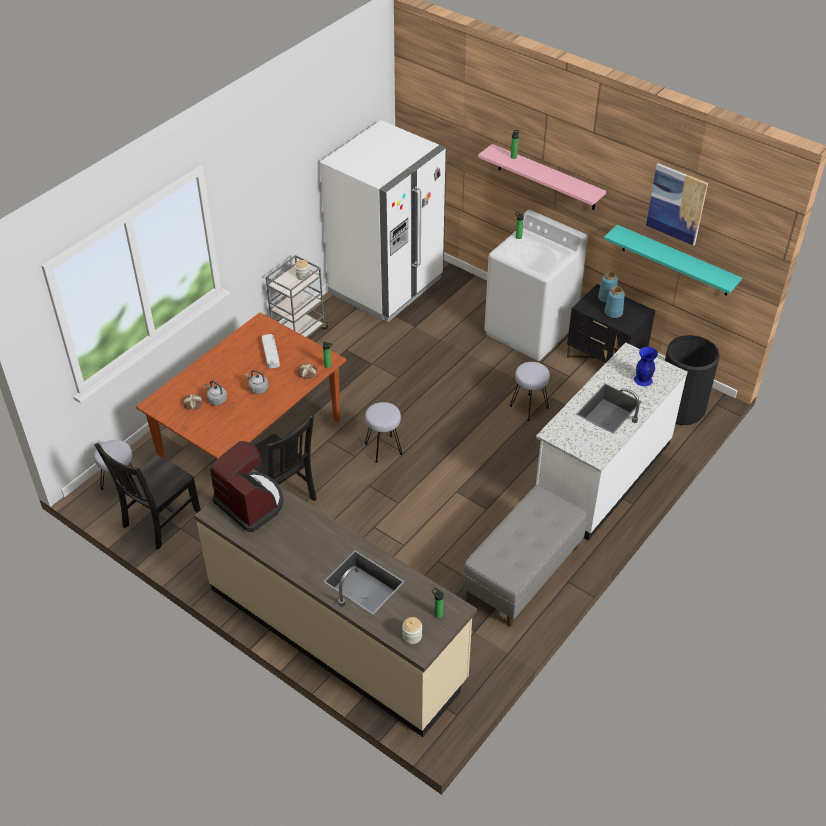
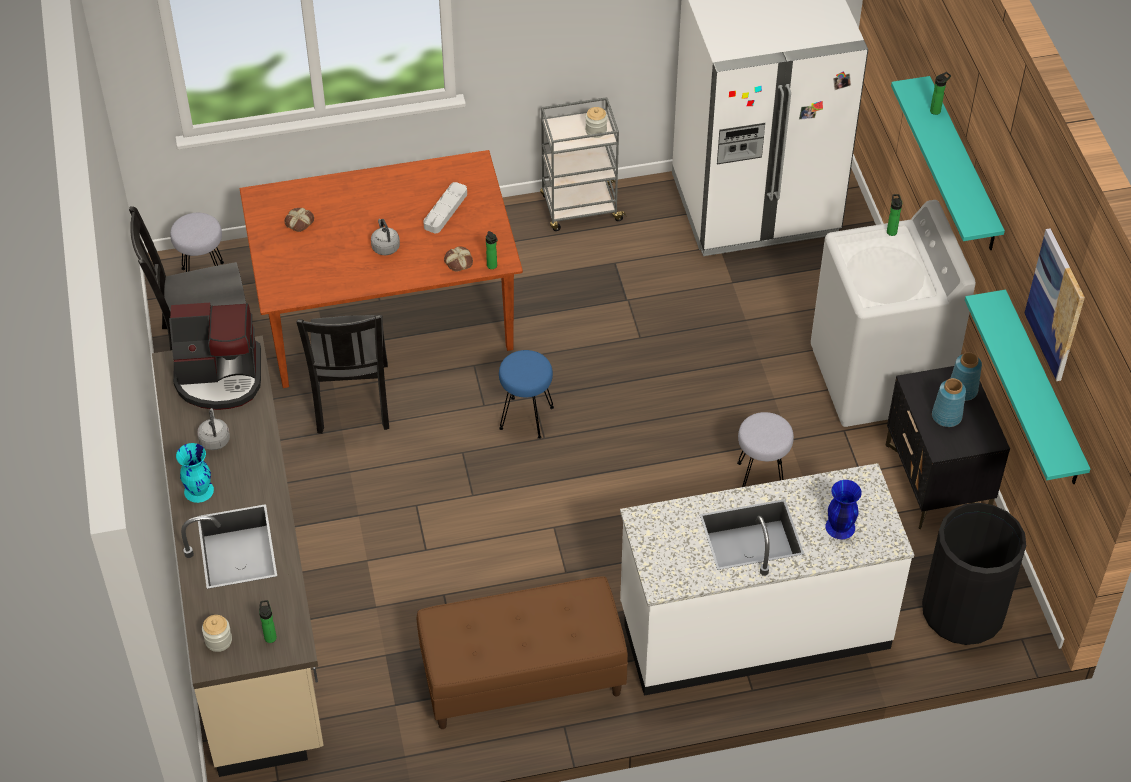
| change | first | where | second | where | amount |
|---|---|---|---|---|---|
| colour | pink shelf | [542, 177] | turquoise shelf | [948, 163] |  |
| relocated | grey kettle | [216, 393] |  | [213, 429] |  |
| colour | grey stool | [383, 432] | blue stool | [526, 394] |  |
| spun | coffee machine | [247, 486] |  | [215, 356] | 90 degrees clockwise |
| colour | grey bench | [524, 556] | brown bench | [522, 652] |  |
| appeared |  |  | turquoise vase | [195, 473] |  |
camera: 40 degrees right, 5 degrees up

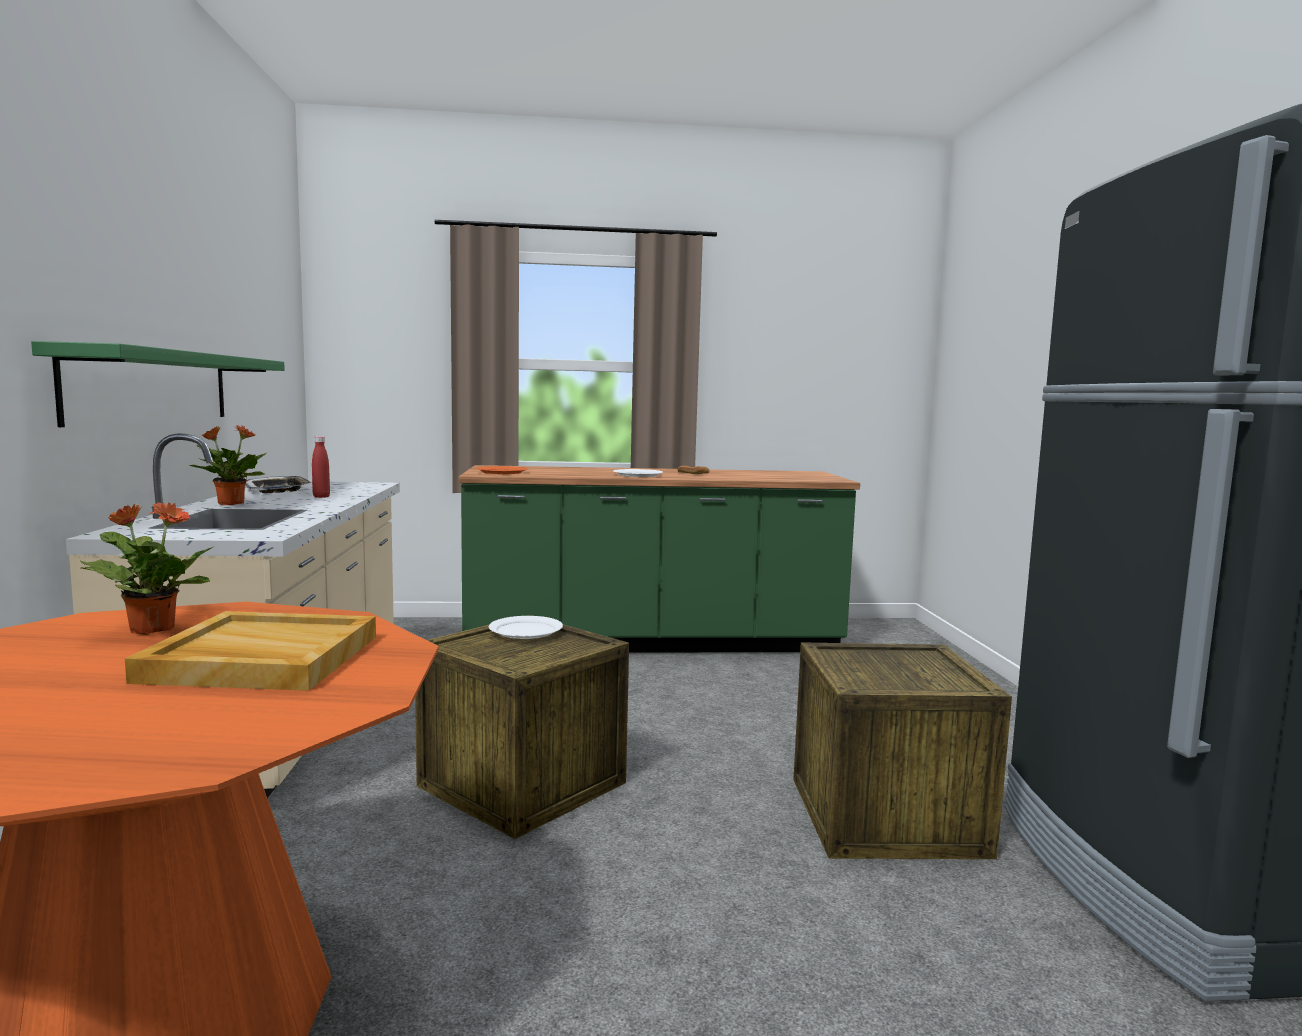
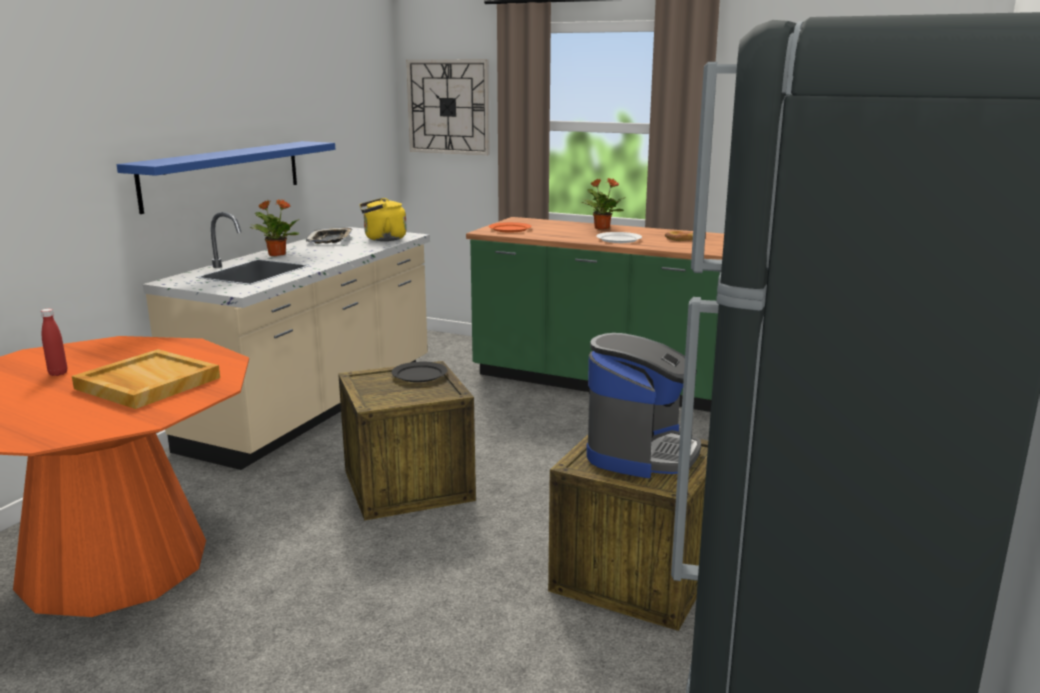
| change | first | where | second | where | amount |
|---|---|---|---|---|---|
| colour | green shelf | [158, 384] | blue shelf | [226, 177] |  |
| relocated | red bottle | [321, 467] |  | [54, 342] |  |
| relocated | potted plant | [148, 568] |  | [603, 204] |  |
| colour | white plate | [526, 627] | black plate | [419, 372] |  |
| appeared |  |  | wall clock | [448, 107] |  |
| appeared |  |  | yellow kettle | [383, 219] |  |
| appeared |  |  | coffee machine | [643, 405] |  |
camera: 30 degrees right, 10 degrees up

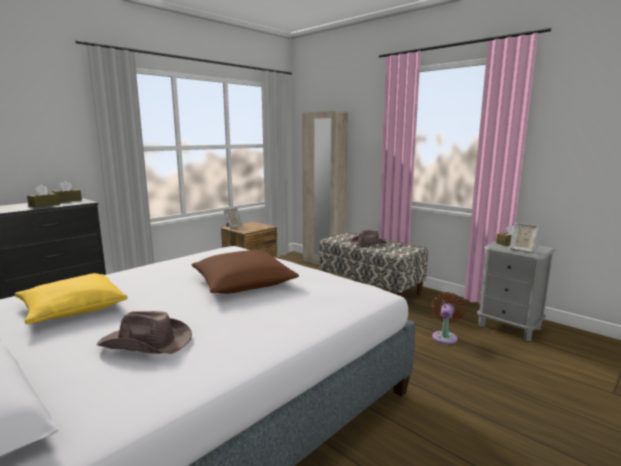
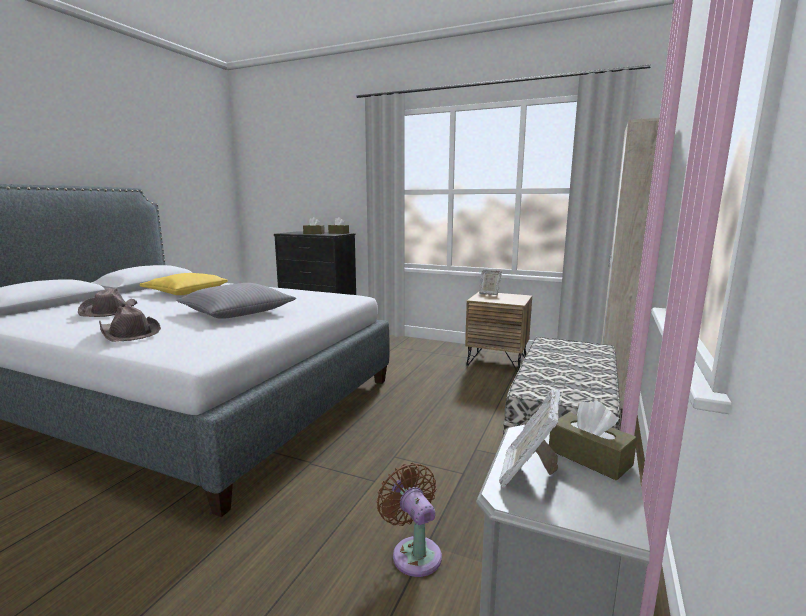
| change | first | where | second | where | amount |
|---|---|---|---|---|---|
| relocated | brown hat | [368, 237] |  | [130, 324] |  |
| colour | brown pillow | [245, 272] | grey pillow | [236, 301] |  |
| spun | brown fan | [448, 318] |  | [409, 520] | 120 degrees counterclockwise |
camera: 70 degrees right, 0 degrees up

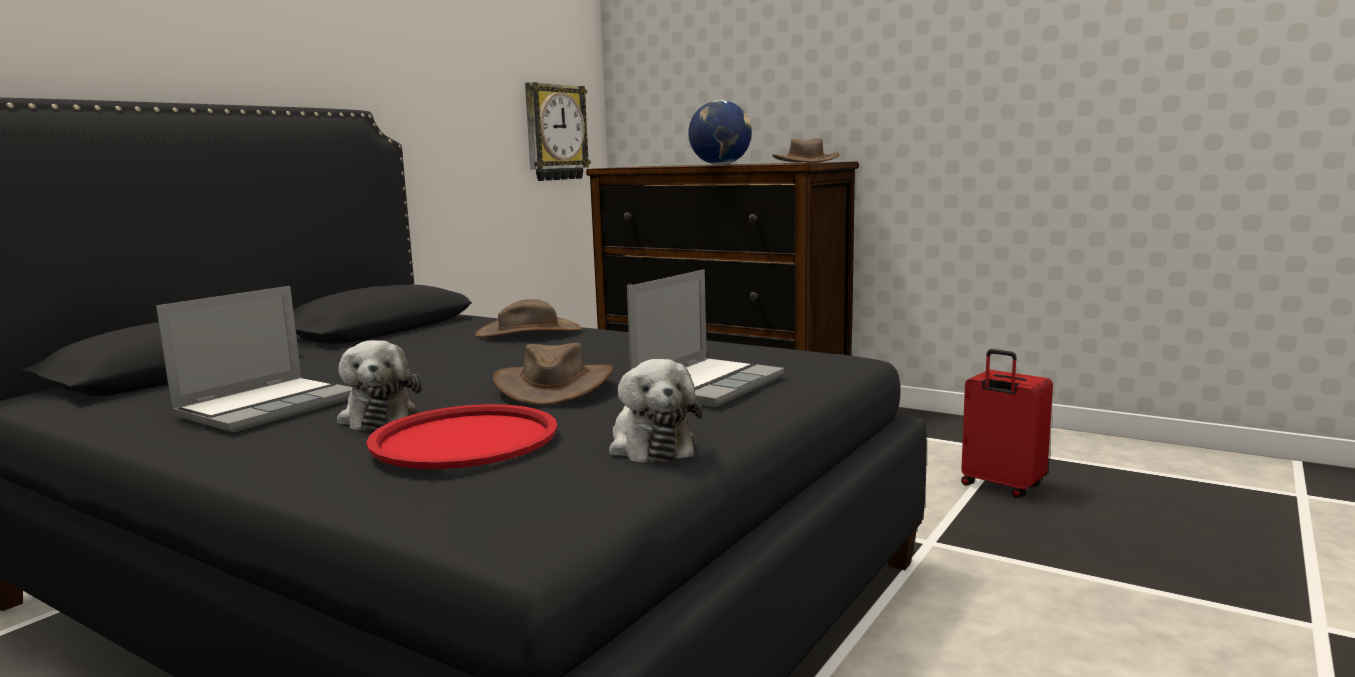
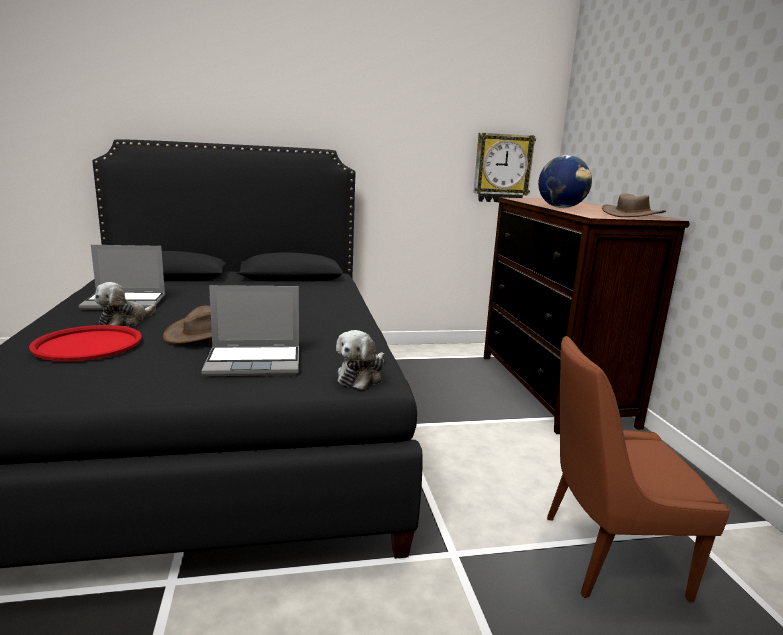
| change | first | where | second | where | amount |
|---|---|---|---|---|---|
| missing | brown hat | [528, 318] |  |  |  |
| exchanged | red suitcase | [1007, 423] | brown chair | [638, 469] |  |
| relocated | plush toy | [655, 411] |  | [360, 360] |  |
camera: 45 degrees right, 5 degrees up

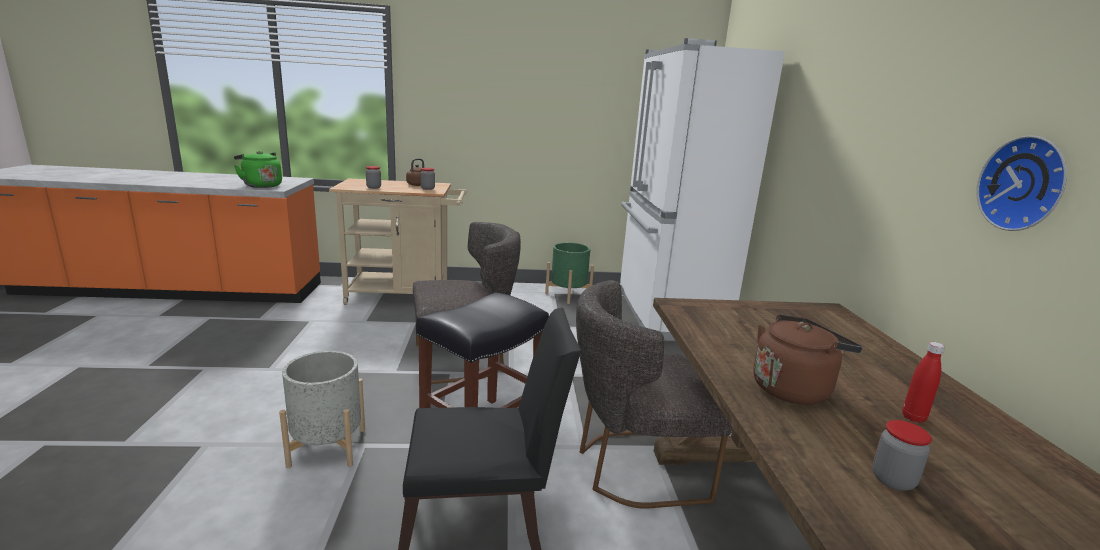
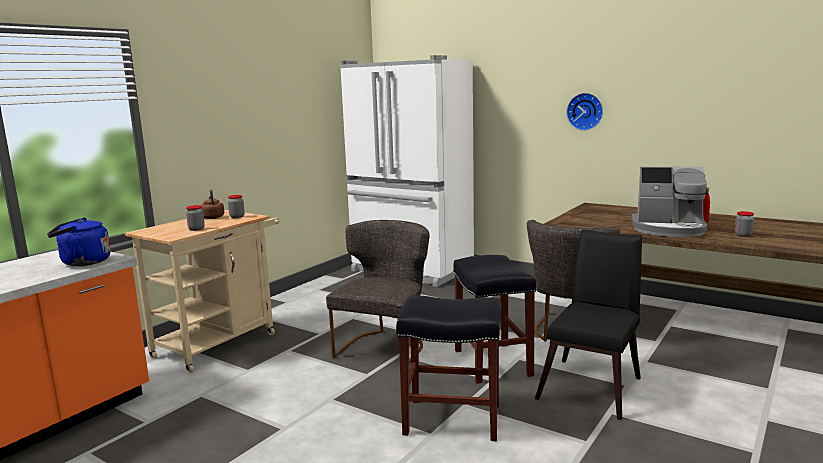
| change | first | where | second | where | amount |
|---|---|---|---|---|---|
| relocated | wall clock | [1021, 183] |  | [584, 112] |  |
| colour | green kettle | [258, 169] | blue kettle | [79, 241] |  |
| missing | green planter | [569, 273] |  |  |  |
| exchanged | brown kettle | [808, 359] | coffee machine | [669, 201] |  |
| exchanged | grey planter | [322, 409] | black stool | [448, 368] |  |
camera: 50 degrees left, 5 degrees down

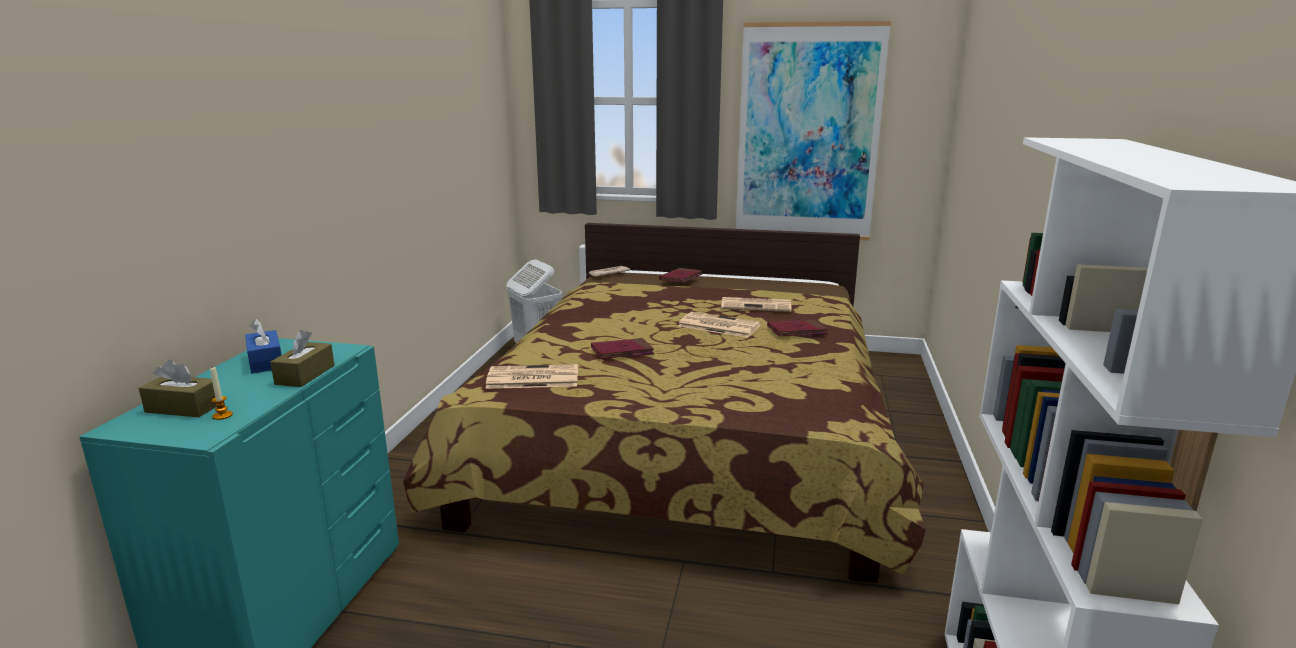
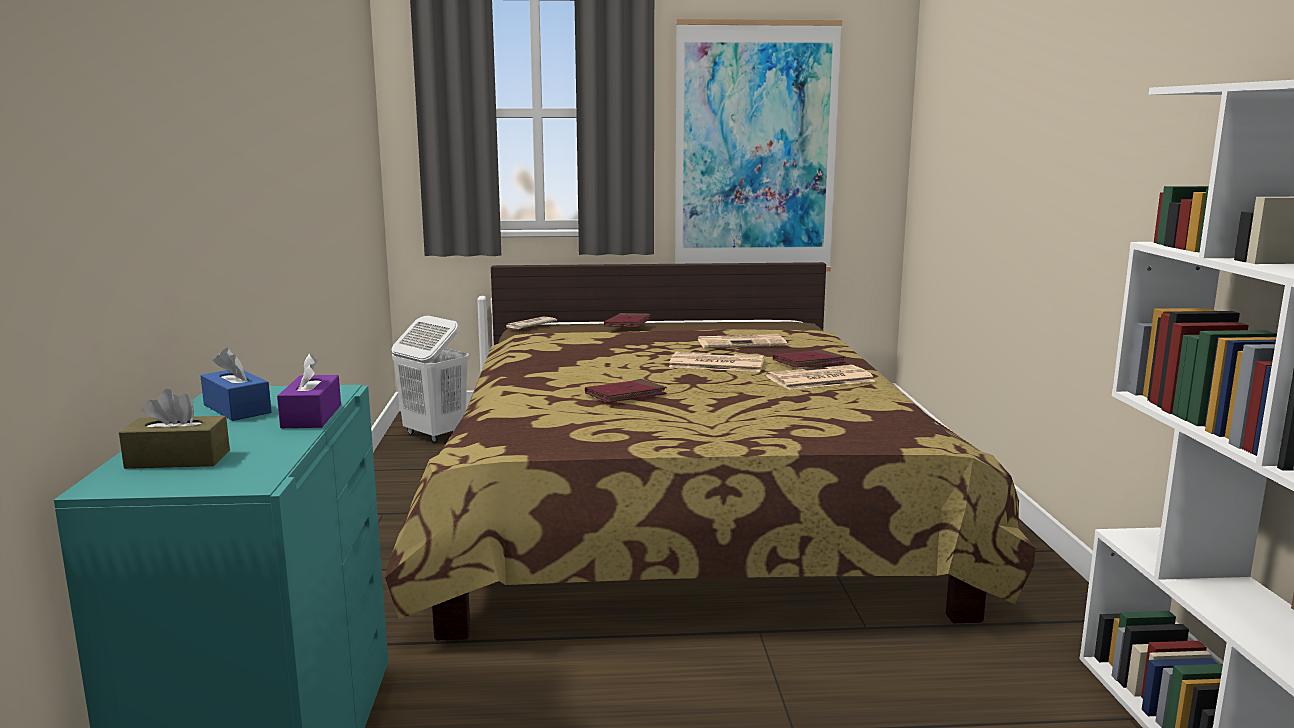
| change | first | where | second | where | amount |
|---|---|---|---|---|---|
| colour | brown tissue box | [302, 358] | purple tissue box | [309, 390] |  |
| relocated | newspaper | [531, 376] |  | [820, 377] |  |
| missing | candle | [221, 393] |  |  |  |
camera: 15 degrees left, 5 degrees down

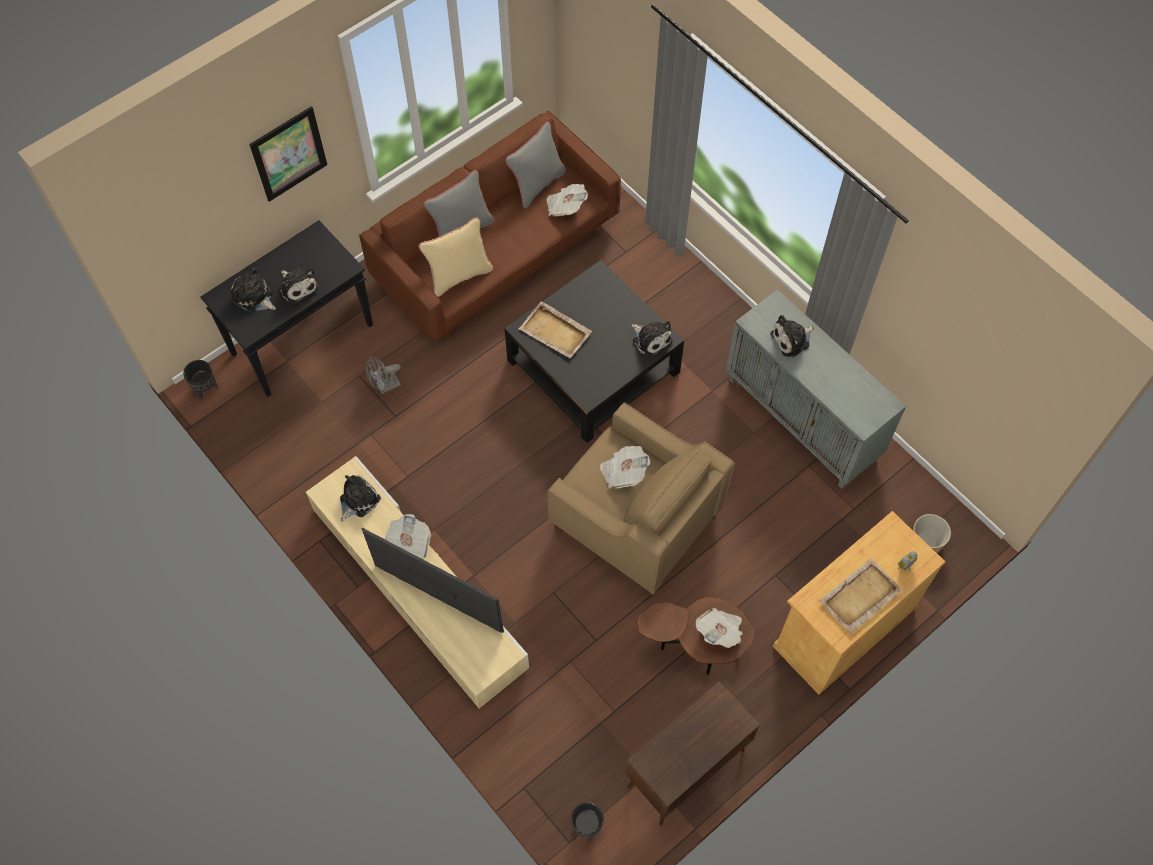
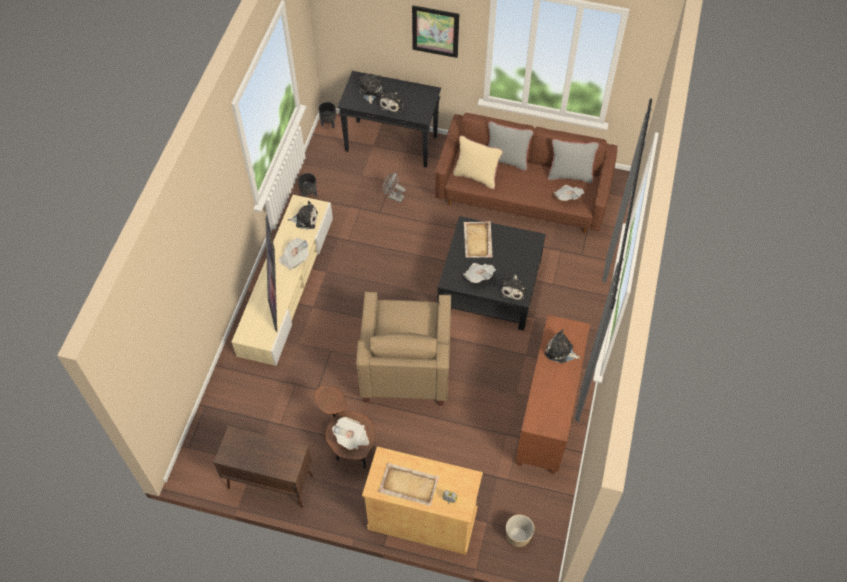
| change | first | where | second | where | amount |
|---|---|---|---|---|---|
| colour | grey cabinet | [816, 389] | brown cabinet | [552, 394] |  |
| relocated | newspaper | [625, 467] |  | [479, 273] |  |
| relocated | black planter | [587, 821] |  | [307, 185] |  |
camera: 55 degrees right, 5 degrees down

